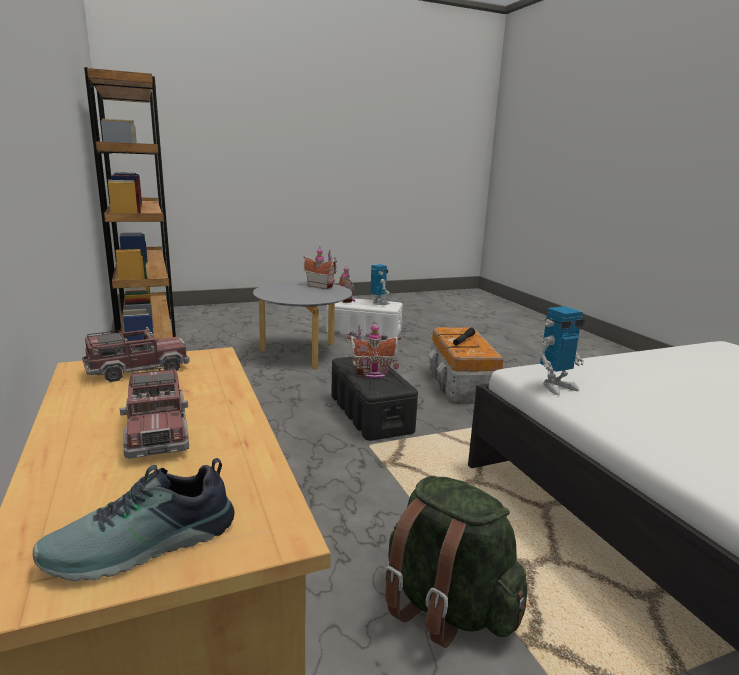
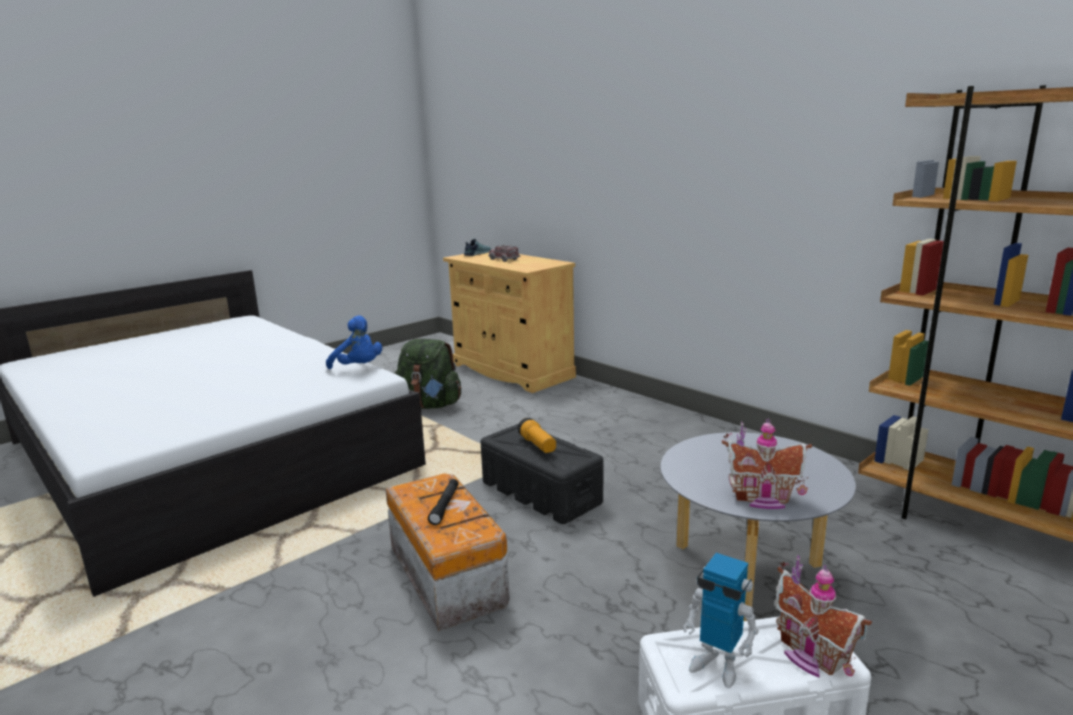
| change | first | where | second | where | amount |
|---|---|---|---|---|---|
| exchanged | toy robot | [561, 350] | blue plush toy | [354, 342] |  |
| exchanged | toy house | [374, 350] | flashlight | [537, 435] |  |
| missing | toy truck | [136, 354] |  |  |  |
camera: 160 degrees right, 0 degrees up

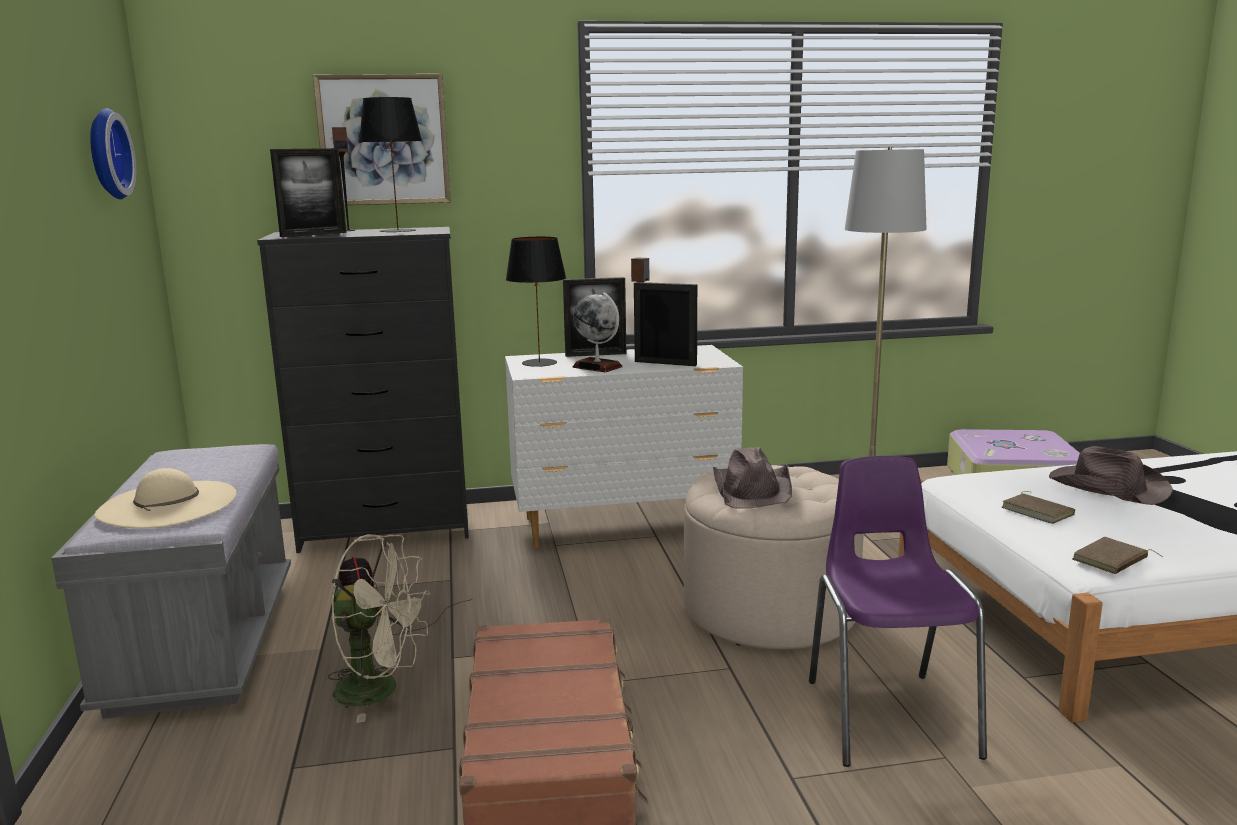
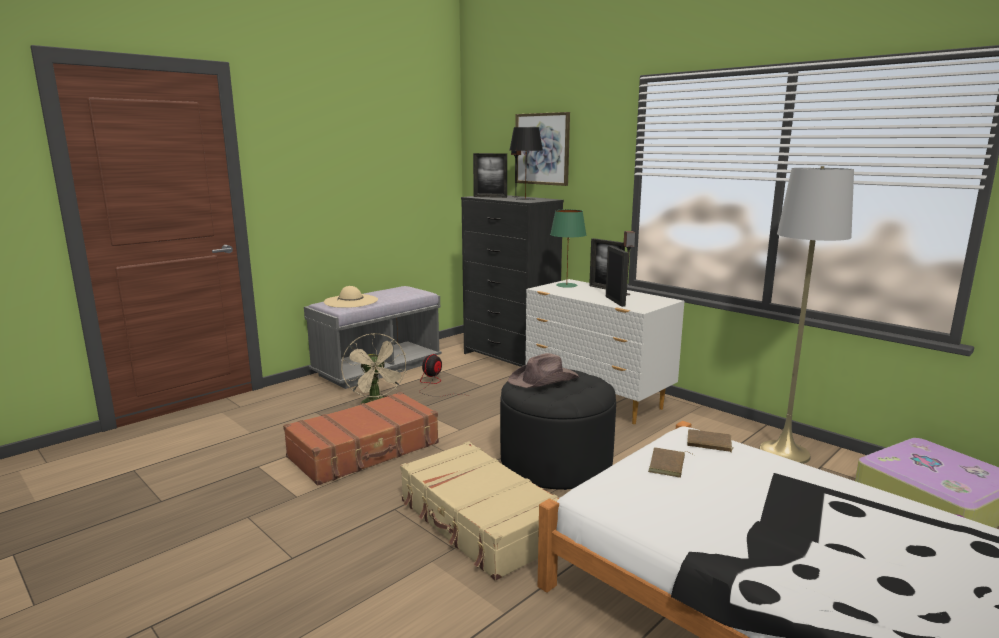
| change | first | where | second | where | amount |
|---|---|---|---|---|---|
| missing | wall clock | [113, 154] |  |  |  |
| colour | black table lamp | [536, 301] | green table lamp | [568, 248] |  |
| missing | globe | [597, 332] |  |  |  |
| missing | brown hat | [1111, 475] |  |  |  |
| exchanged | purple chair | [898, 611] | beige suitcase | [479, 511] |  |
| colour | beige ottoman | [774, 557] | black ottoman | [558, 429] |  |
| relocated | brown book | [1117, 555] |  | [710, 441] |  |
camera: 55 degrees right, 0 degrees up

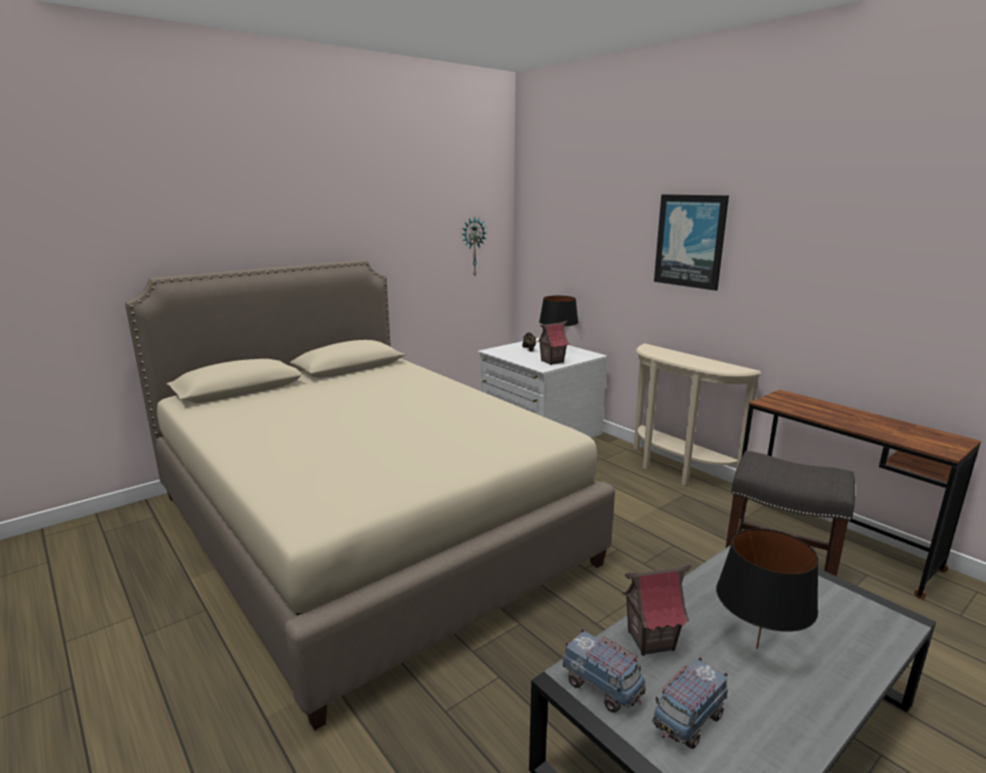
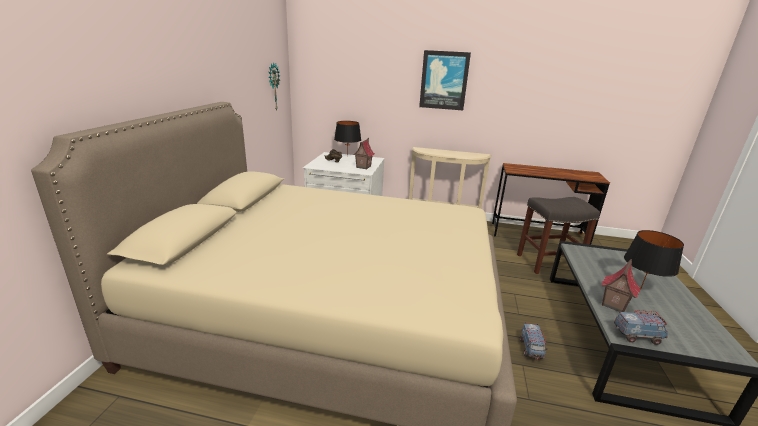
| change | first | where | second | where | amount |
|---|---|---|---|---|---|
| relocated | toy truck | [690, 703] |  | [534, 341] |  |
camera: 40 degrees left, 5 degrees up

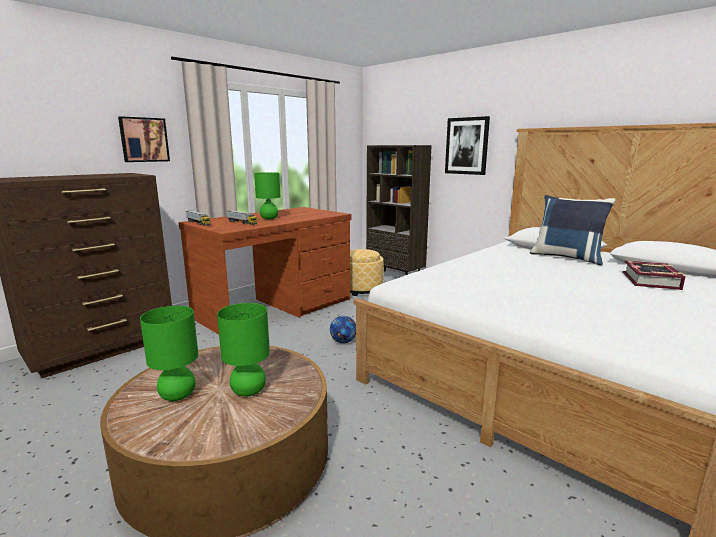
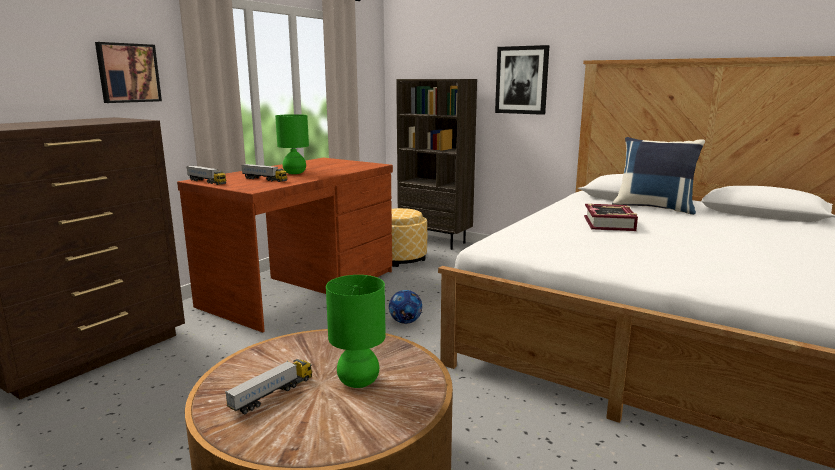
| change | first | where | second | where | amount |
|---|---|---|---|---|---|
| relocated | book | [654, 275] |  | [611, 217] |  |
| exchanged | green table lamp | [169, 353] | toy truck | [268, 386] |  |
camera: 10 degrees left, 0 degrees up

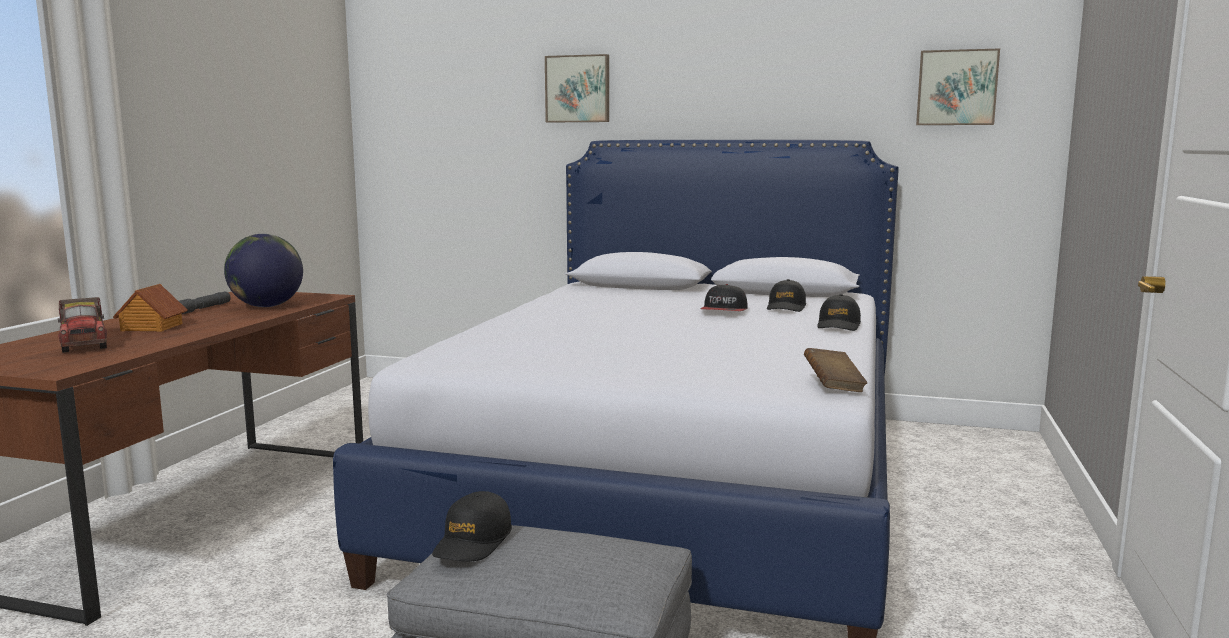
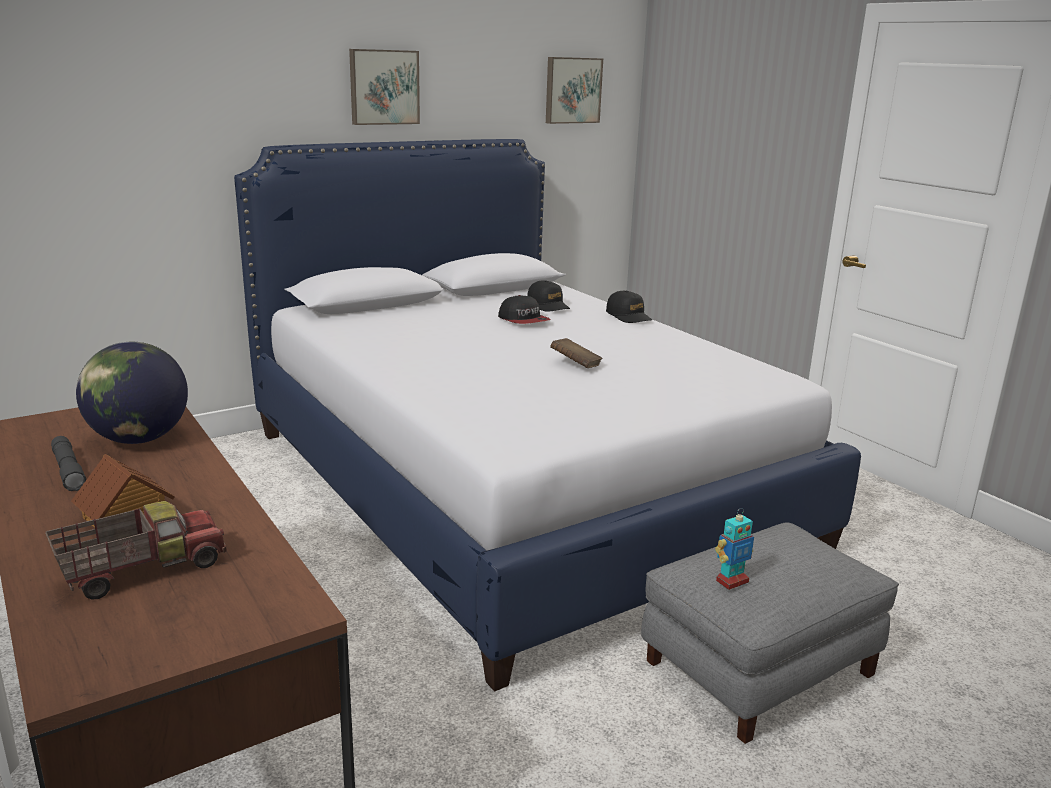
| change | first | where | second | where | amount |
|---|---|---|---|---|---|
| relocated | picture | [577, 88] |  | [384, 87] |  |
| spun | toy truck | [82, 325] |  | [136, 550] | 45 degrees counterclockwise |
| relocated | brown book | [835, 370] |  | [576, 353] |  |
| exchanged | black cap | [472, 526] | toy robot | [734, 549] |  |
camera: 50 degrees left, 10 degrees up

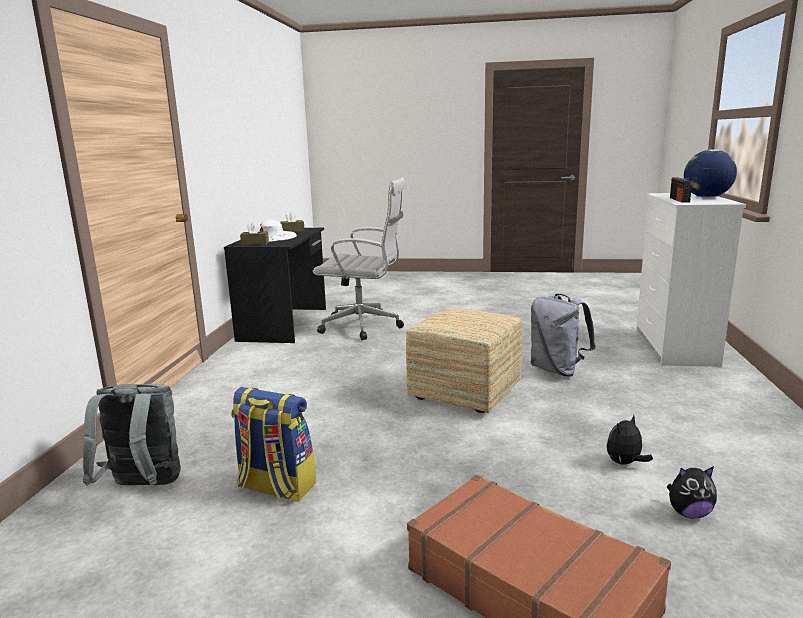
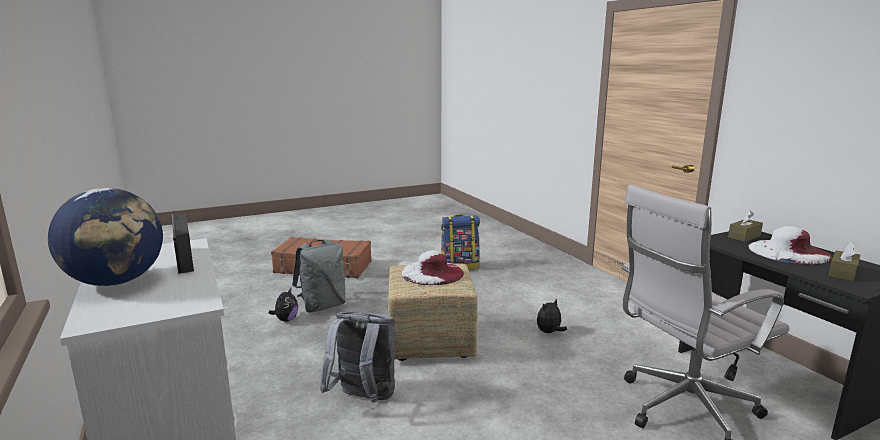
| change | first | where | second | where | amount |
|---|---|---|---|---|---|
| relocated | grey backpack | [132, 435] |  | [319, 276] |  |
| relocated | plush toy | [692, 492] |  | [552, 316] |  |
| appeared |  |  | white hat | [432, 268] |  |
camera: 145 degrees right, 0 degrees up

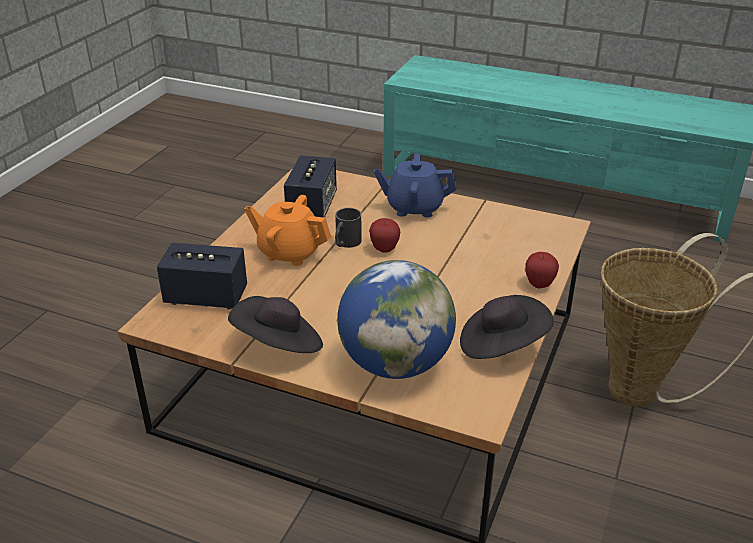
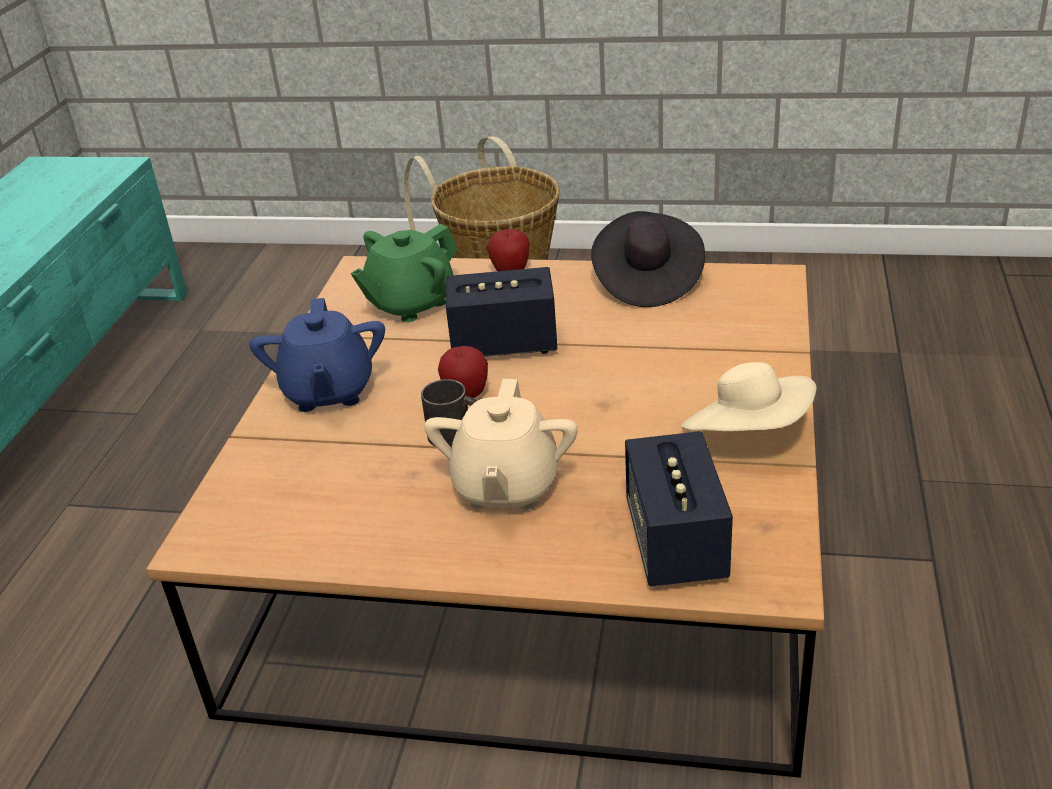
| change | first | where | second | where | amount |
|---|---|---|---|---|---|
| relocated | speaker | [310, 186] |  | [501, 312] |  |
| colour | orange teapot | [287, 230] | beige teapot | [501, 444] |  |
| missing | globe | [396, 319] |  |  |  |
| colour | black hat | [275, 324] | beige hat | [748, 396] |  |
| appeared |  |  | green teapot | [404, 273] |  |
camera: 100 degrees left, 0 degrees up

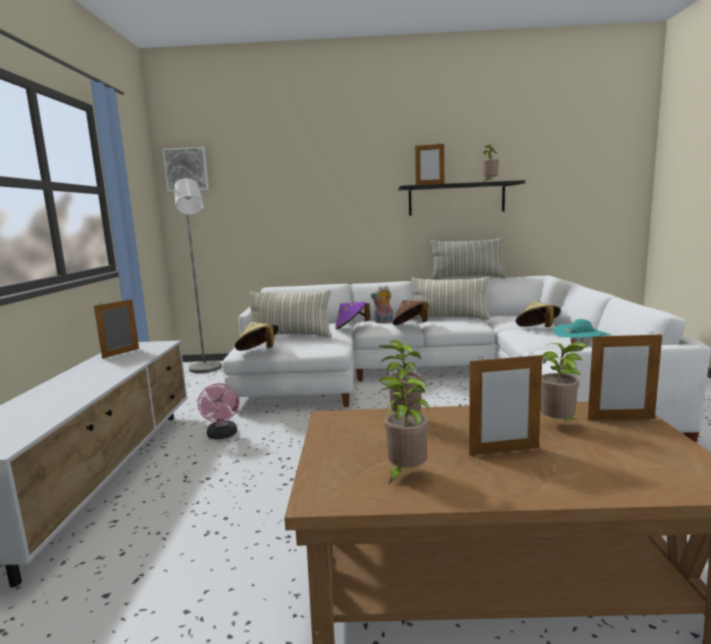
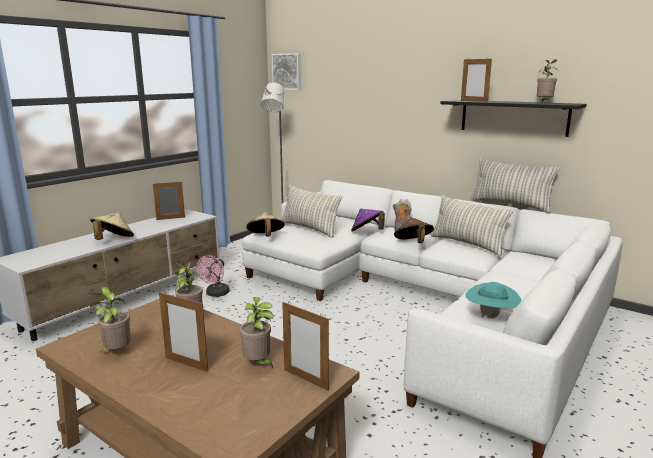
| change | first | where | second | where | amount |
|---|---|---|---|---|---|
| relocated | beige hat | [538, 314] |  | [112, 226] |  |
camera: 35 degrees right, 5 degrees up

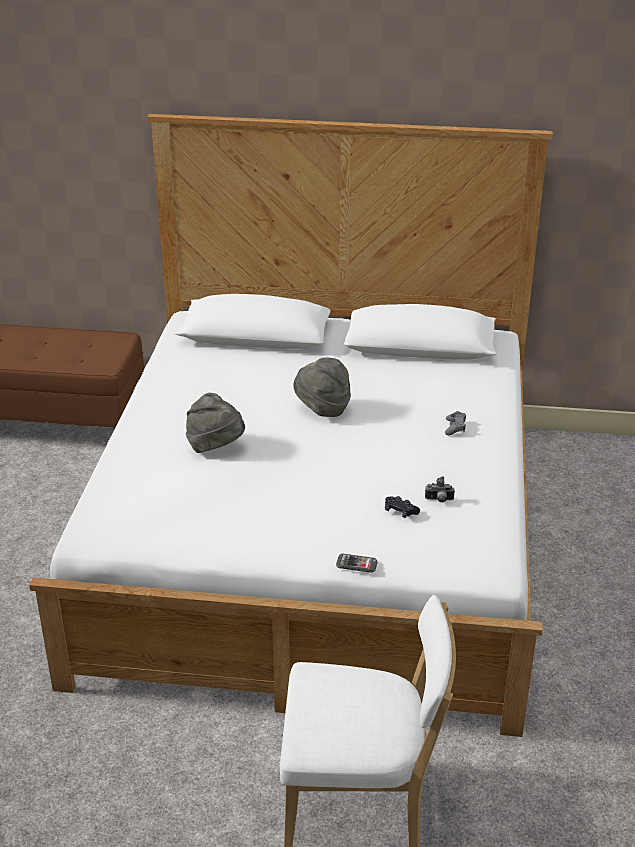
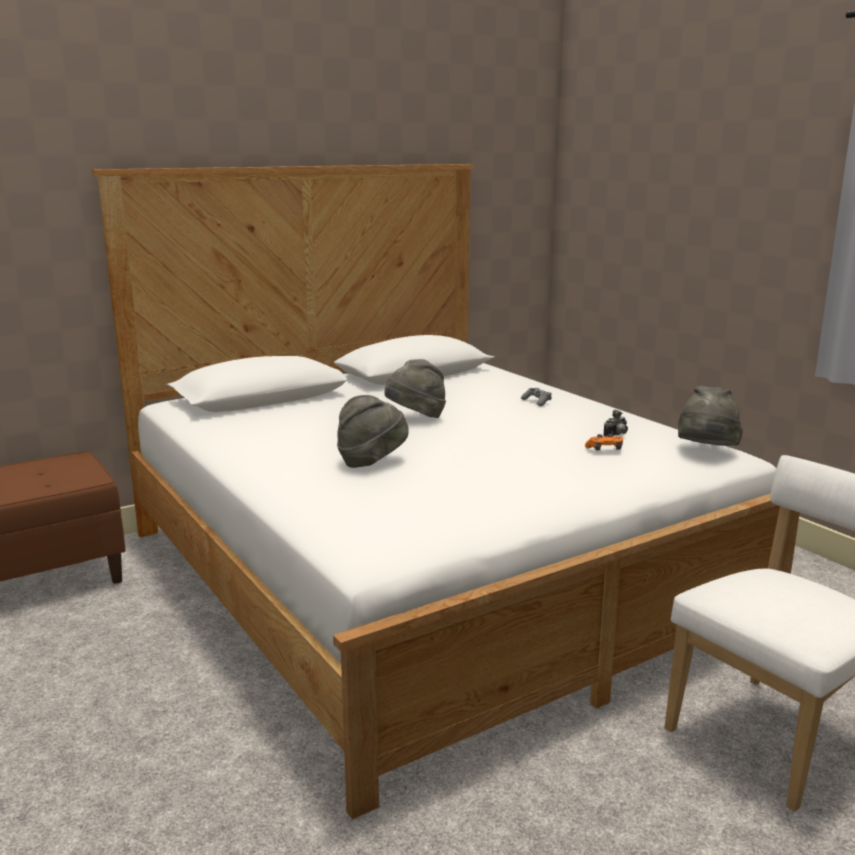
| change | first | where | second | where | amount |
|---|---|---|---|---|---|
| colour | black game controller | [402, 507] | orange game controller | [604, 442] |  |
| missing | phone | [357, 563] |  |  |  |
| appeared |  |  | grey hat | [710, 416] |  |
camera: 40 degrees left, 15 degrees down

